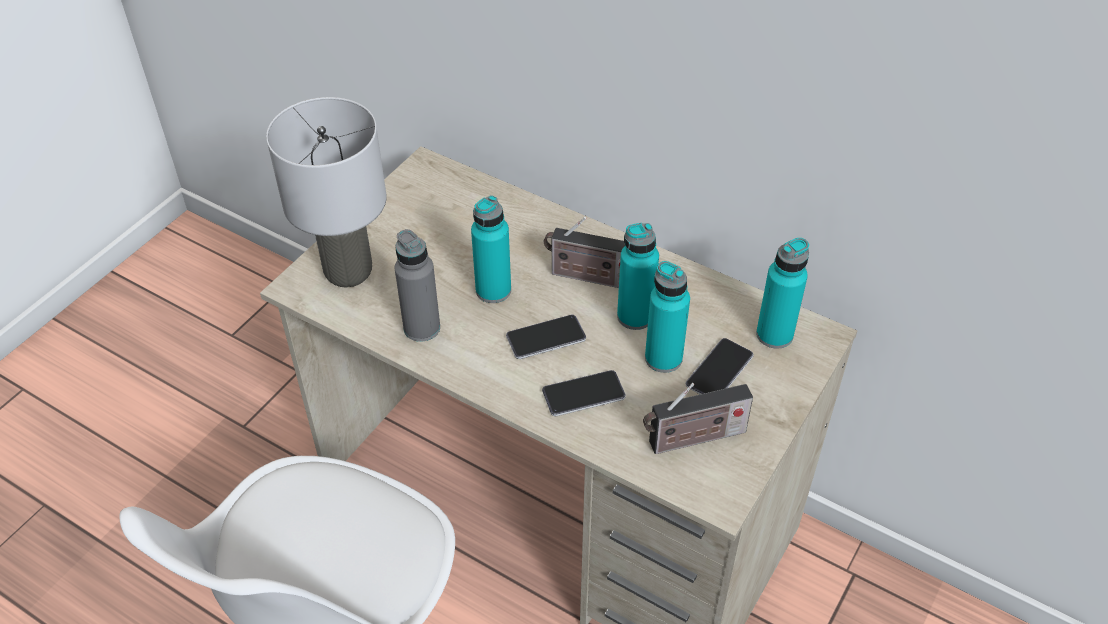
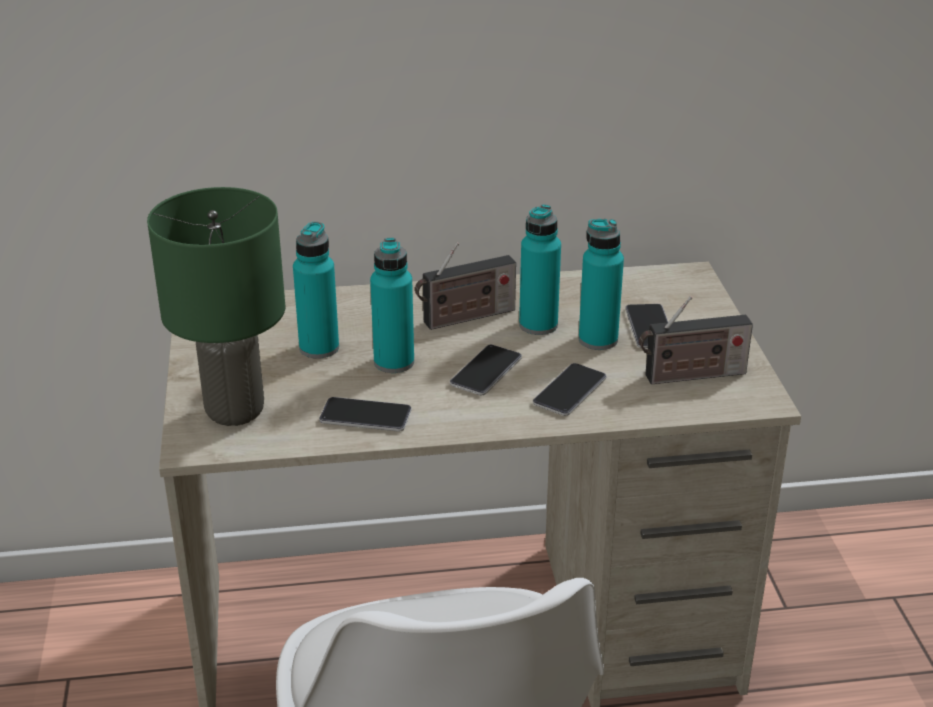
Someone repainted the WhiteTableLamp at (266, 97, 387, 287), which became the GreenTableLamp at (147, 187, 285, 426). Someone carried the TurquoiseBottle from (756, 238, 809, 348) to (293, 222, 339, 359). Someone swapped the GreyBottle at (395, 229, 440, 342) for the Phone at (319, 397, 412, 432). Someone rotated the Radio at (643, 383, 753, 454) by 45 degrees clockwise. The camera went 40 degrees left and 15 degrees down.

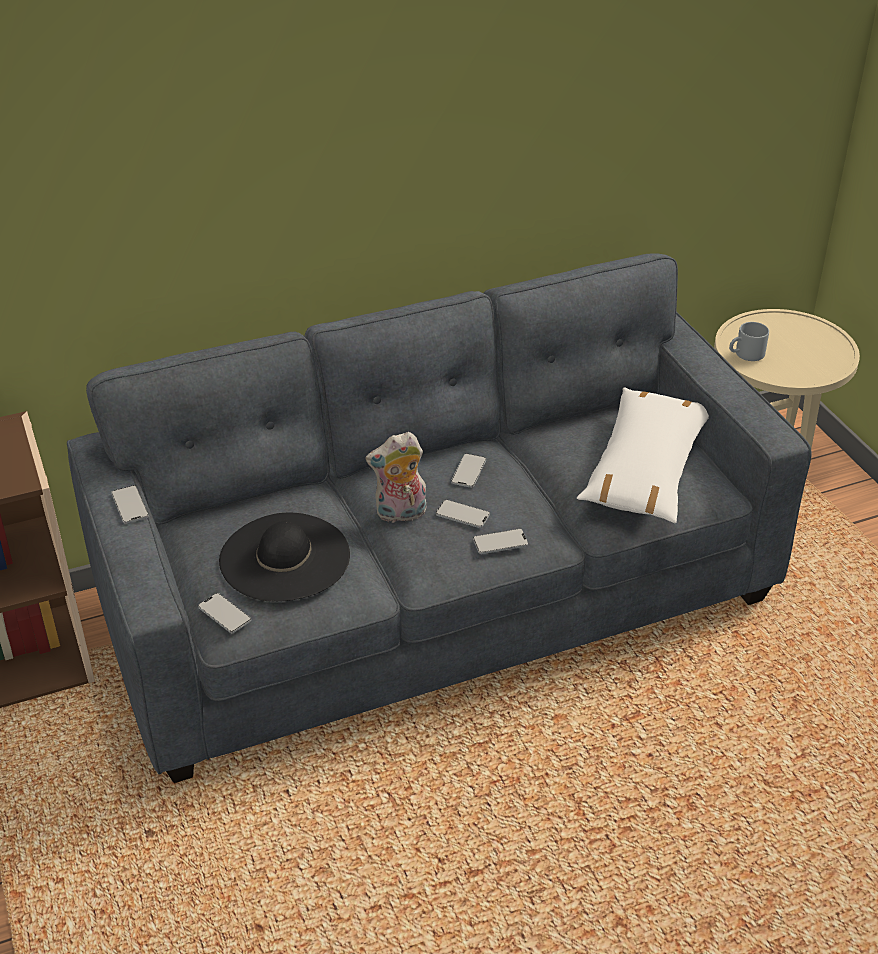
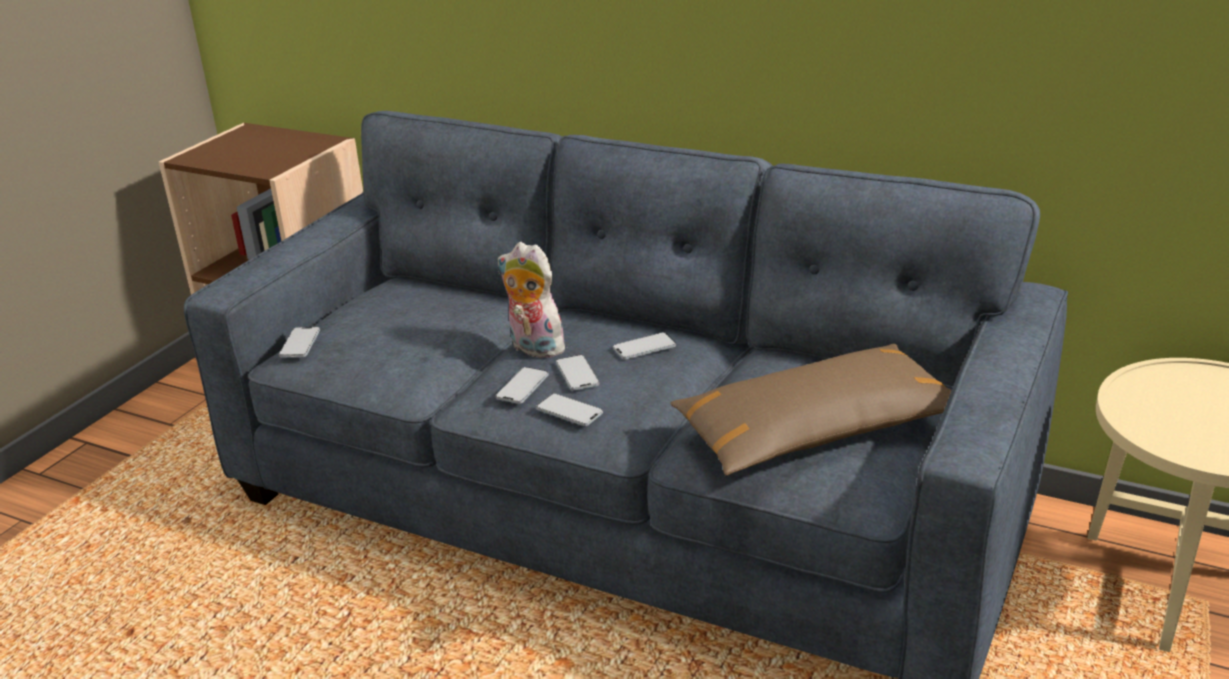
Someone carried the Phone from (111, 485, 149, 524) to (496, 367, 549, 404). Someone repainted the WhitePillow at (577, 388, 709, 523), which became the BrownPillow at (670, 344, 951, 476). Someone took away the BlackHat at (219, 513, 350, 602). Someone took away the GreyMug at (729, 322, 769, 361). The camera went 50 degrees right and 10 degrees down.

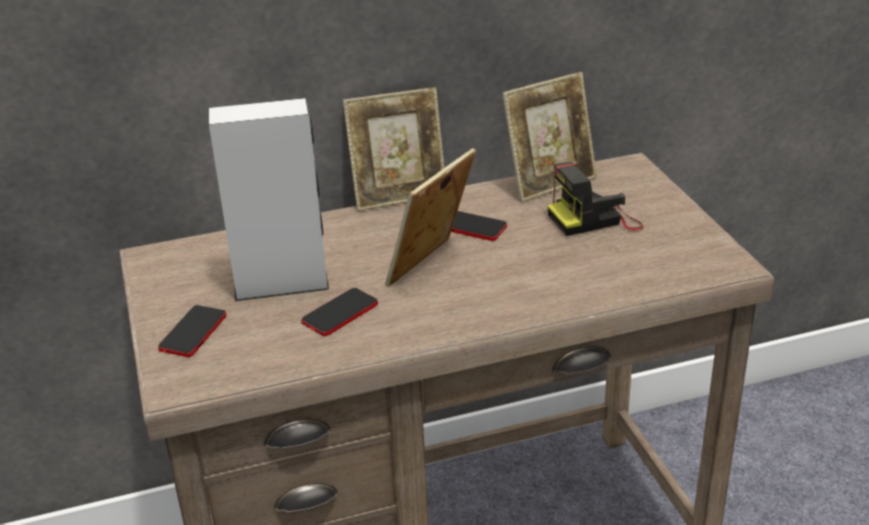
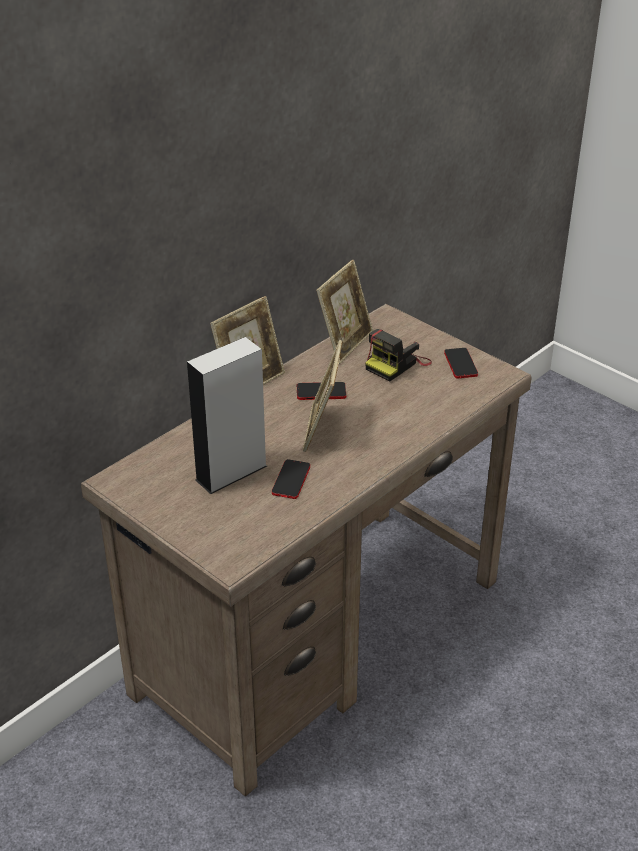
Someone carried the Phone from (158, 305, 226, 357) to (444, 348, 478, 379). The camera went 30 degrees left and 5 degrees up.

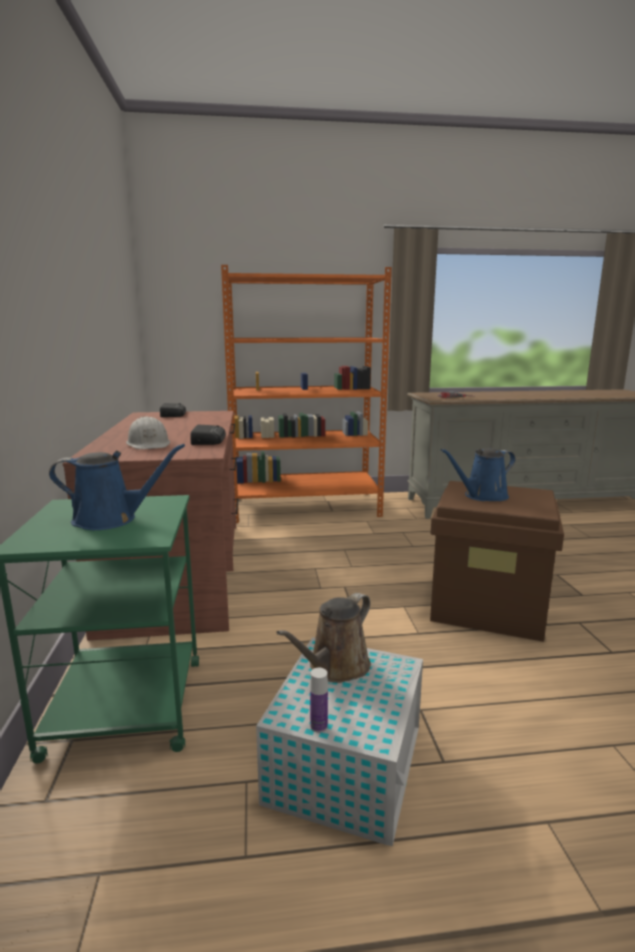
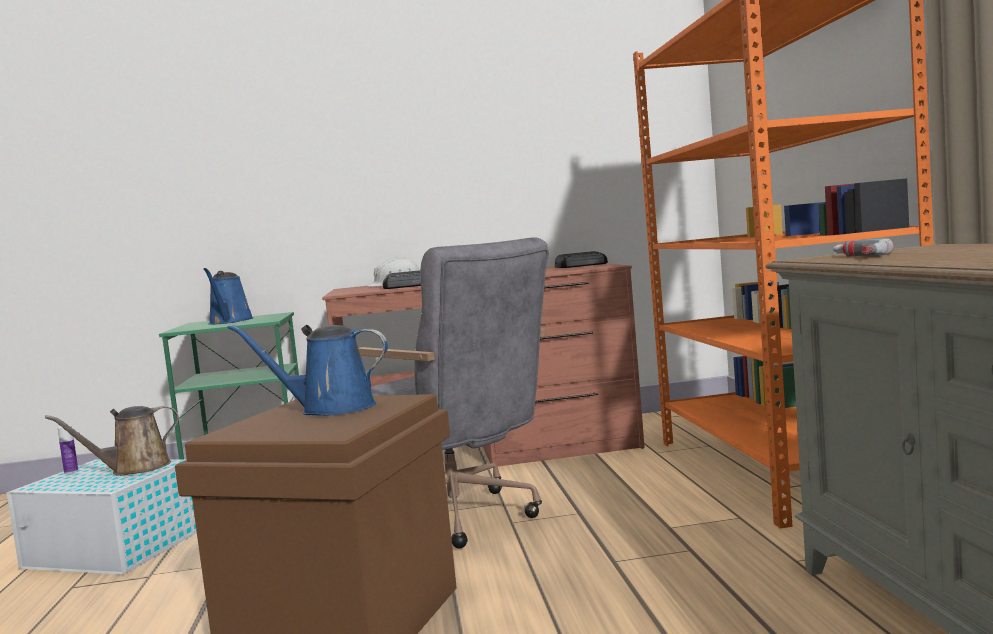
Someone rotated the BrownWateringCan at (276, 593, 371, 683) by 75 degrees counterclockwise. Someone rotated the BlueWateringCan at (441, 448, 516, 501) by 60 degrees counterclockwise. Someone put down the GreyOfficeChair at (358, 237, 549, 549). The camera went 90 degrees right and 10 degrees down.

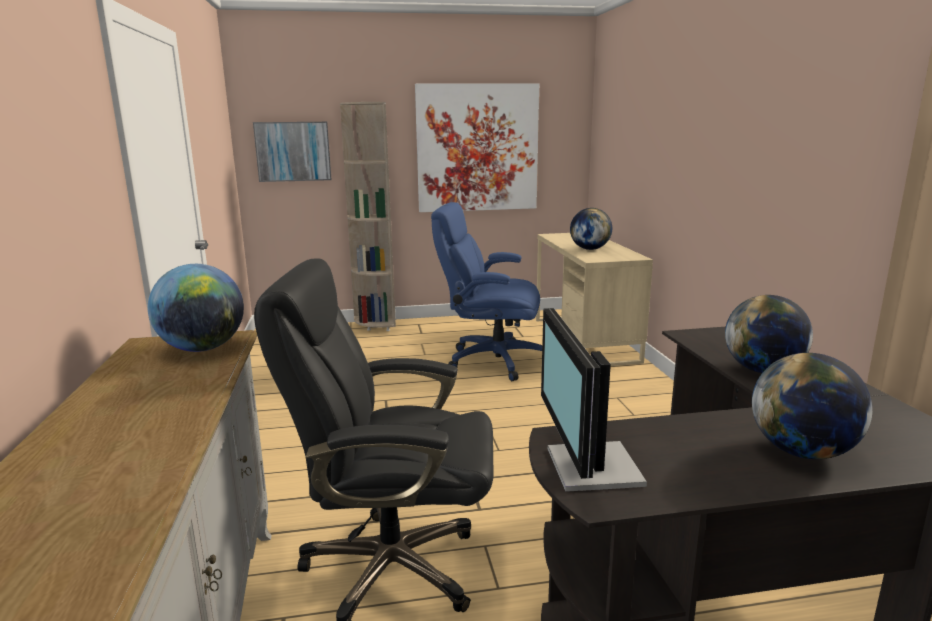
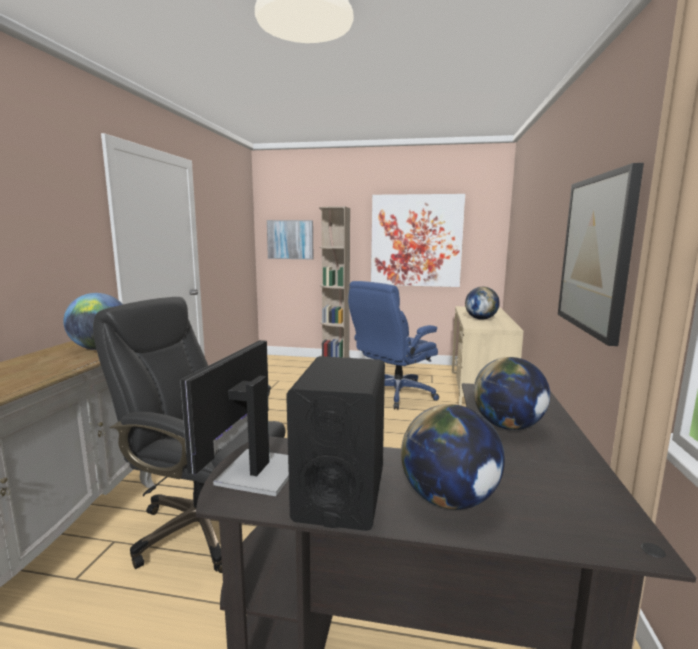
Someone put down the BlackSpeaker at (286, 356, 385, 531). Someone rotated the BlueOfficeChair at (431, 202, 542, 381) by 75 degrees counterclockwise. Someone put up the Picture at (558, 163, 644, 346). The camera went 20 degrees right and 5 degrees down.

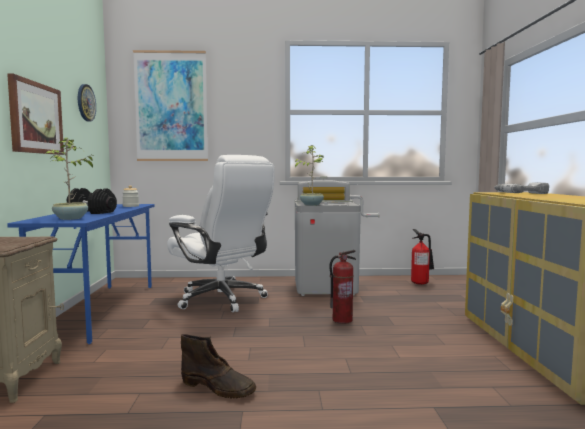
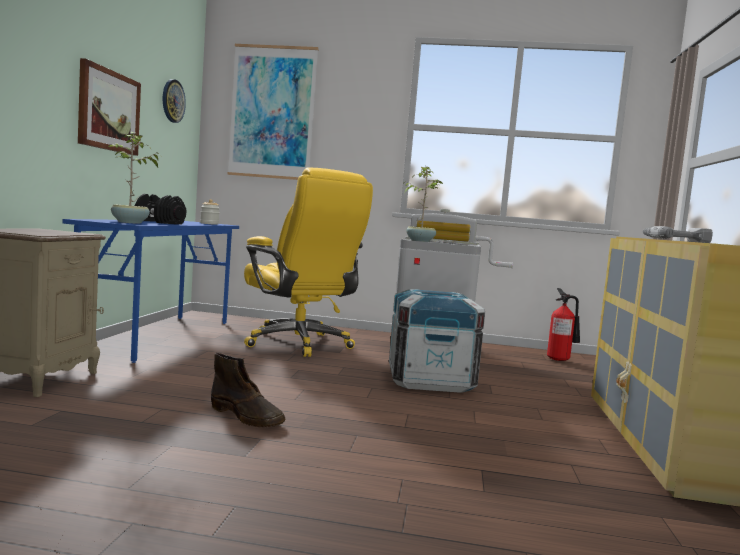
Someone repainted the WhiteOfficeChair at (167, 155, 275, 312), which became the YellowOfficeChair at (244, 167, 373, 357). Someone swapped the FireExtinguisher at (329, 250, 356, 324) for the Crate at (389, 289, 485, 393). The camera went 10 degrees right and 0 degrees up.

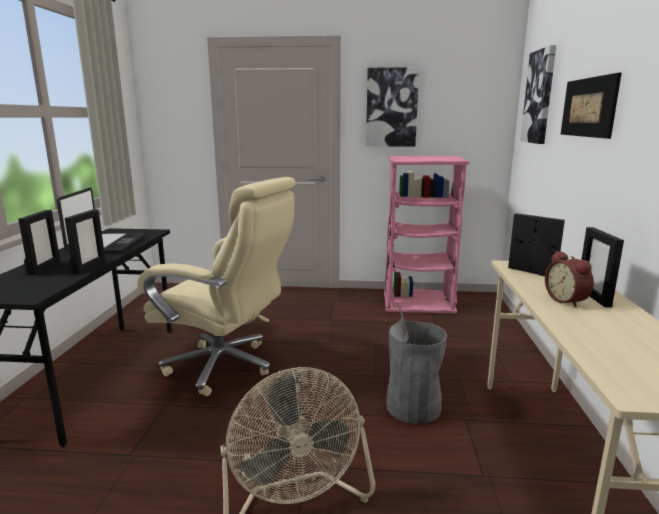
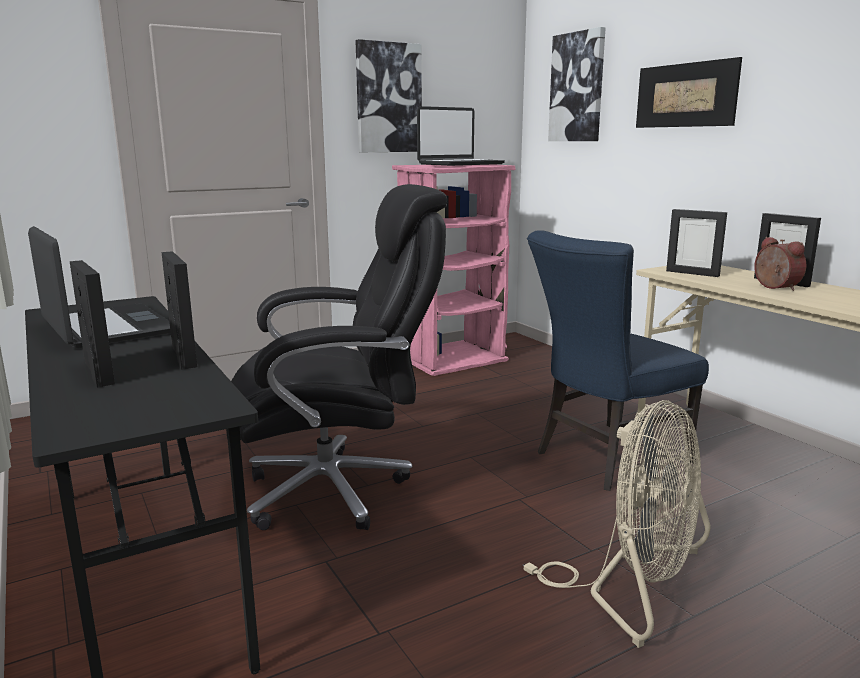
Someone repainted the BeigeOfficeChair at (137, 177, 295, 396), which became the BlackOfficeChair at (231, 184, 447, 530). Someone put down the Laptop at (417, 106, 505, 166). Someone swapped the GreyTrashCan at (386, 303, 447, 424) for the BlueChair at (527, 230, 709, 491). Someone rotated the PictureFrame at (508, 213, 565, 276) by 150 degrees counterclockwise. Someone rotated the AlarmClock at (545, 251, 594, 307) by 150 degrees counterclockwise. The camera went 35 degrees left and 0 degrees up.

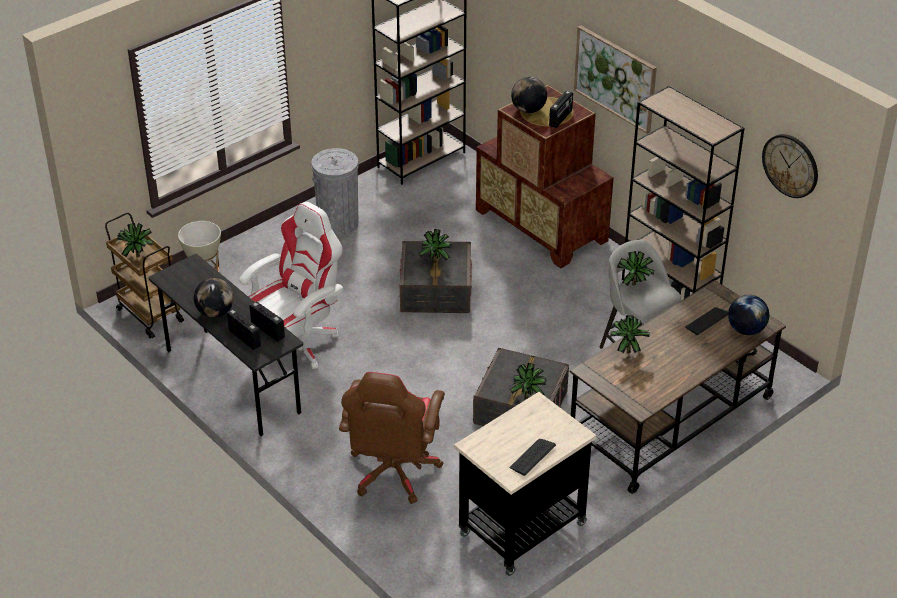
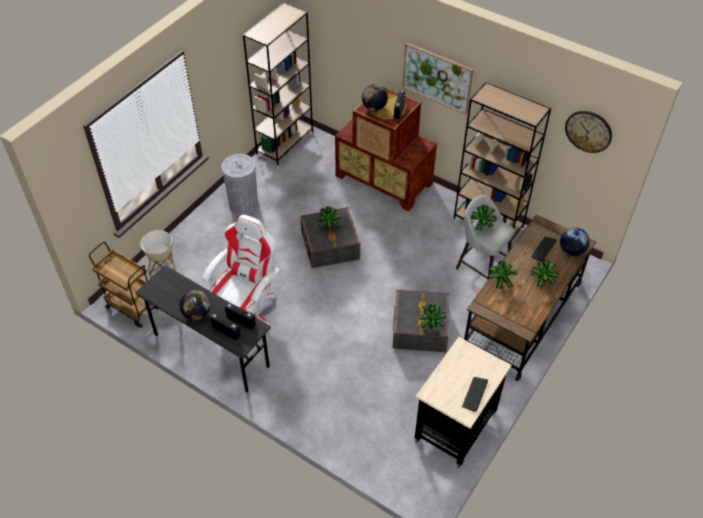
Someone carried the PottedPlant from (117, 223, 154, 257) to (530, 260, 559, 288). Someone took away the BrownOfficeChair at (339, 372, 445, 504). The camera went 15 degrees left and 10 degrees up.

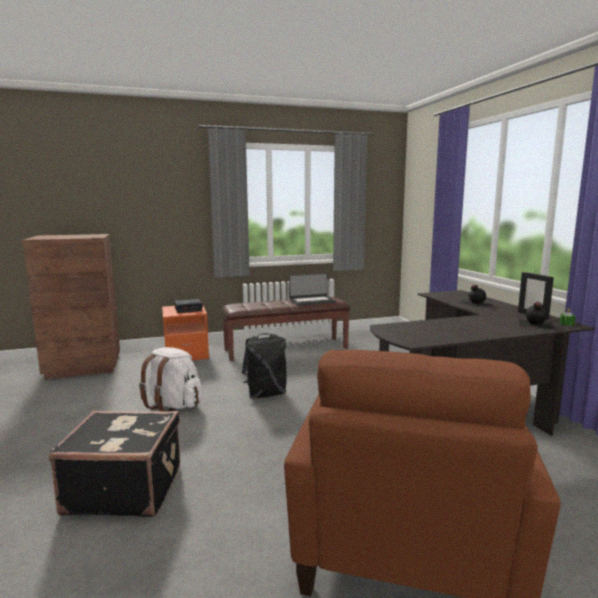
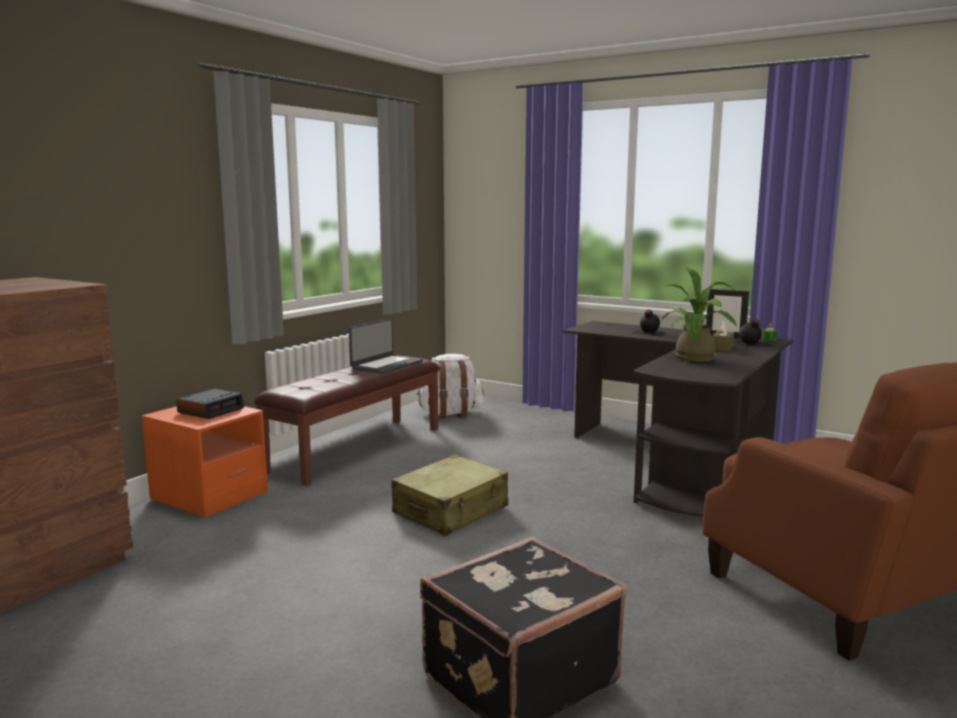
Someone swapped the BlackBackpack at (242, 333, 287, 398) for the BeigeSuitcase at (391, 455, 508, 536). Someone carried the WhiteBackpack from (139, 347, 202, 412) to (417, 354, 484, 419). Someone put down the PottedPlant at (657, 267, 739, 362). Someone put down the BrownTissueBox at (712, 320, 734, 351). The camera went 40 degrees left and 0 degrees up.

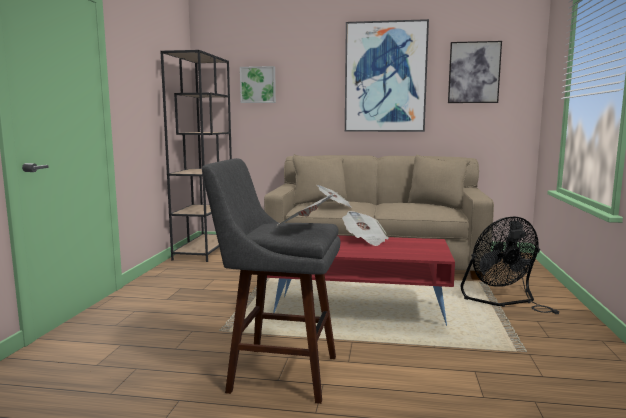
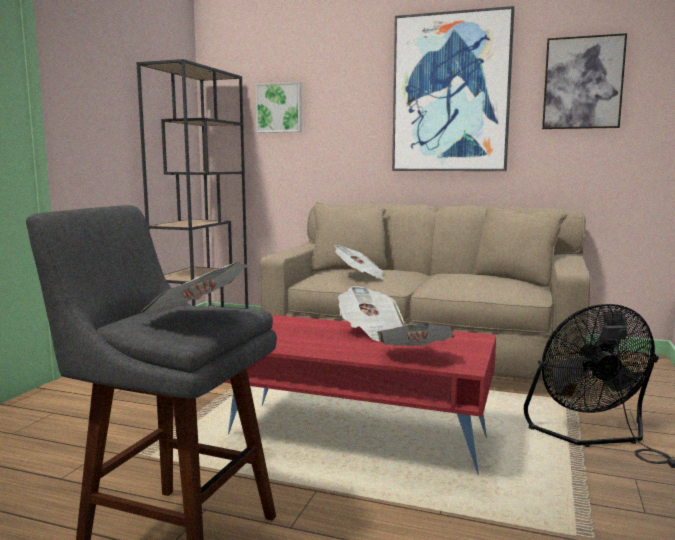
Someone put down the Newspaper at (377, 323, 454, 346). The camera went 10 degrees right and 0 degrees up.

